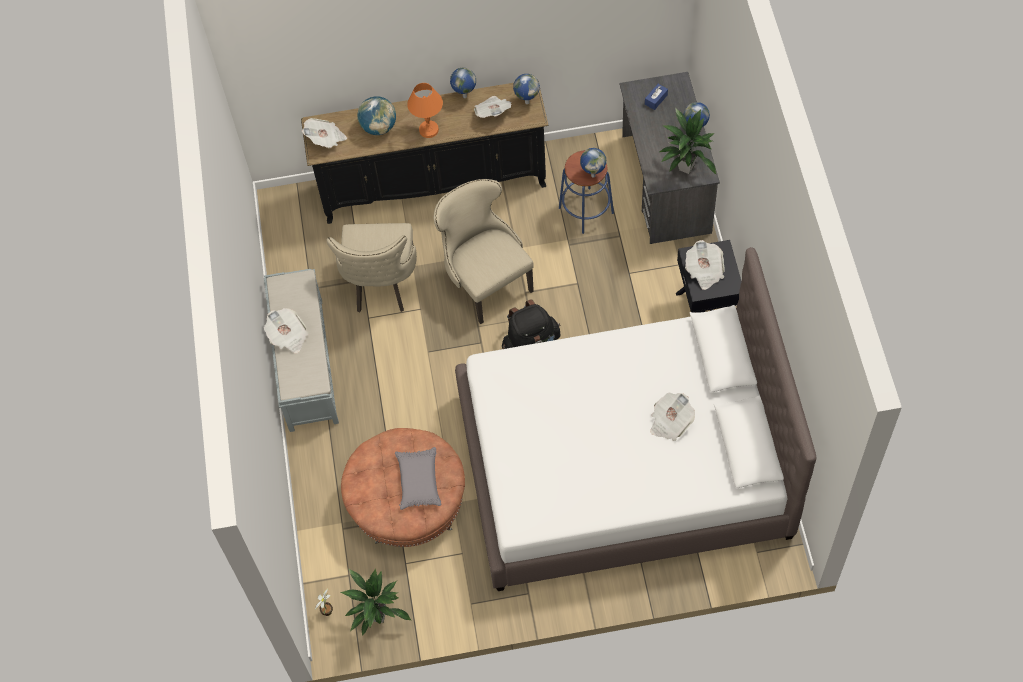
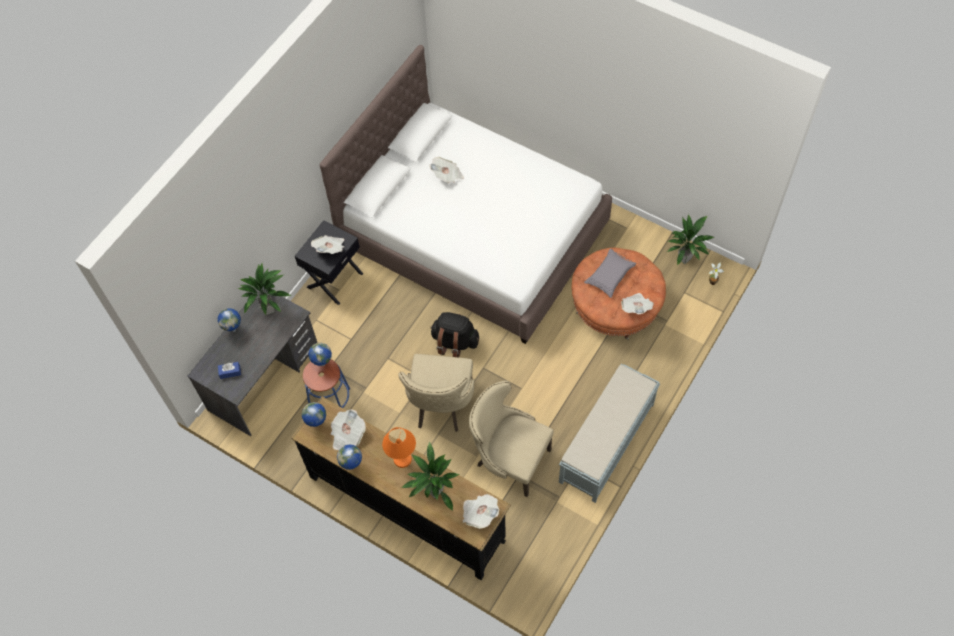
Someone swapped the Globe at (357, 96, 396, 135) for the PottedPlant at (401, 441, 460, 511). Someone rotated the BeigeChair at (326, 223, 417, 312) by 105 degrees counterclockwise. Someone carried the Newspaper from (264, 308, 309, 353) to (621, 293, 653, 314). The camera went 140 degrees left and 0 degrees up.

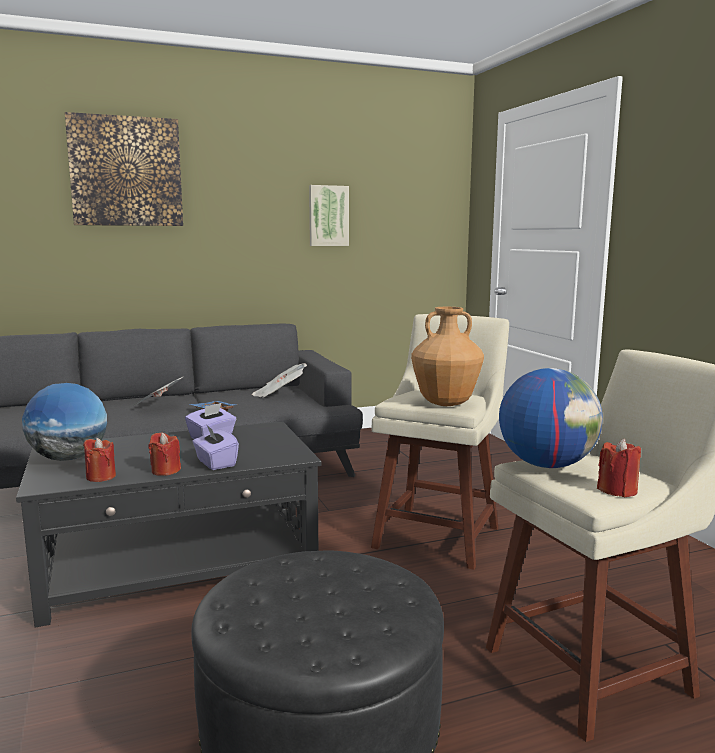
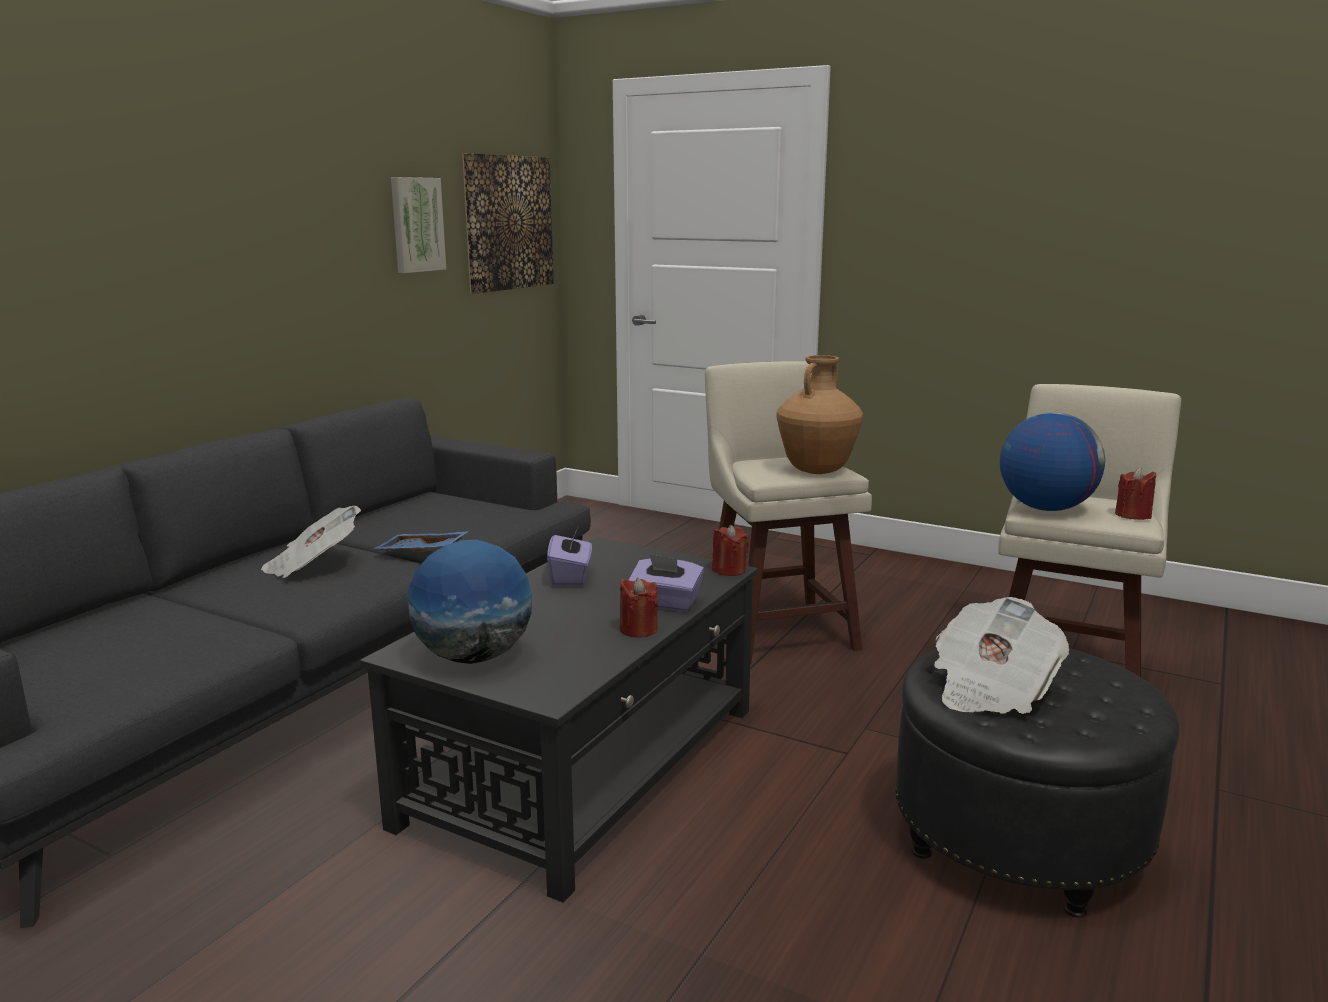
Someone carried the Picture from (65, 112, 183, 226) to (462, 153, 554, 294). Someone carried the RedCandle from (83, 438, 116, 482) to (712, 525, 749, 576). Someone carried the Newspaper from (252, 363, 307, 397) to (934, 597, 1069, 714). The camera went 40 degrees left and 5 degrees up.

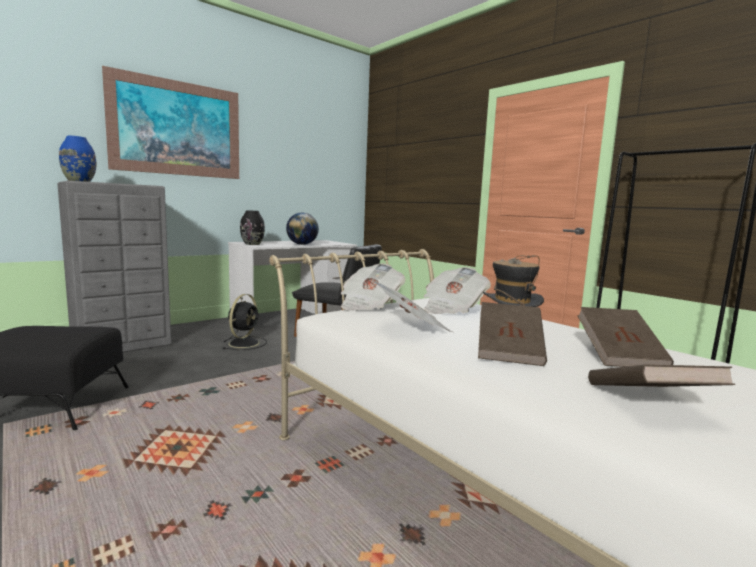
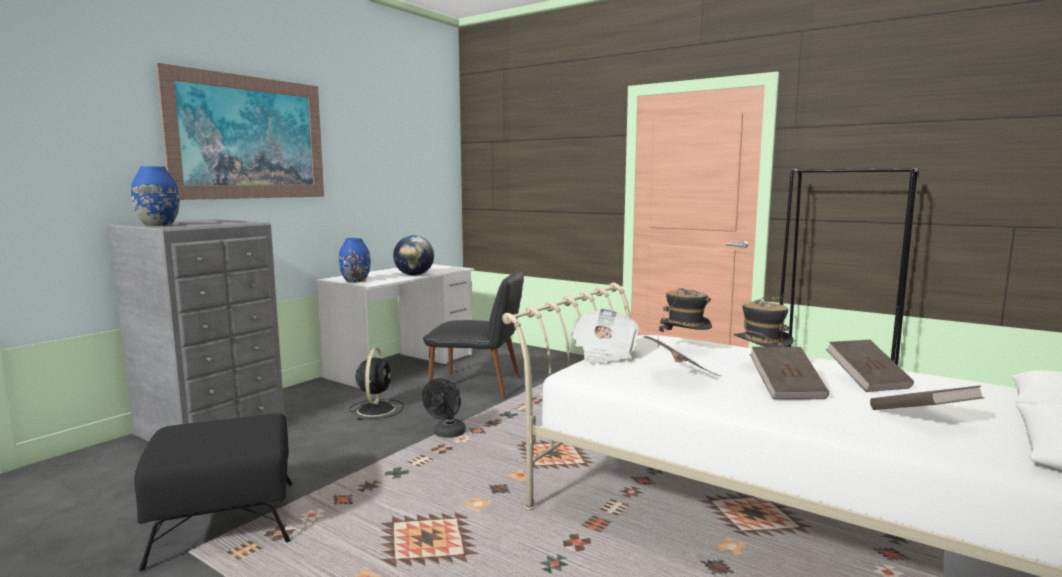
Someone repainted the BlackVase at (240, 210, 265, 245), which became the BlueVase at (339, 238, 371, 283). Someone put down the BlackFan at (422, 378, 466, 438). Someone swapped the Newspaper at (424, 267, 491, 314) for the Hat at (658, 288, 712, 347). The camera went 15 degrees left and 0 degrees up.

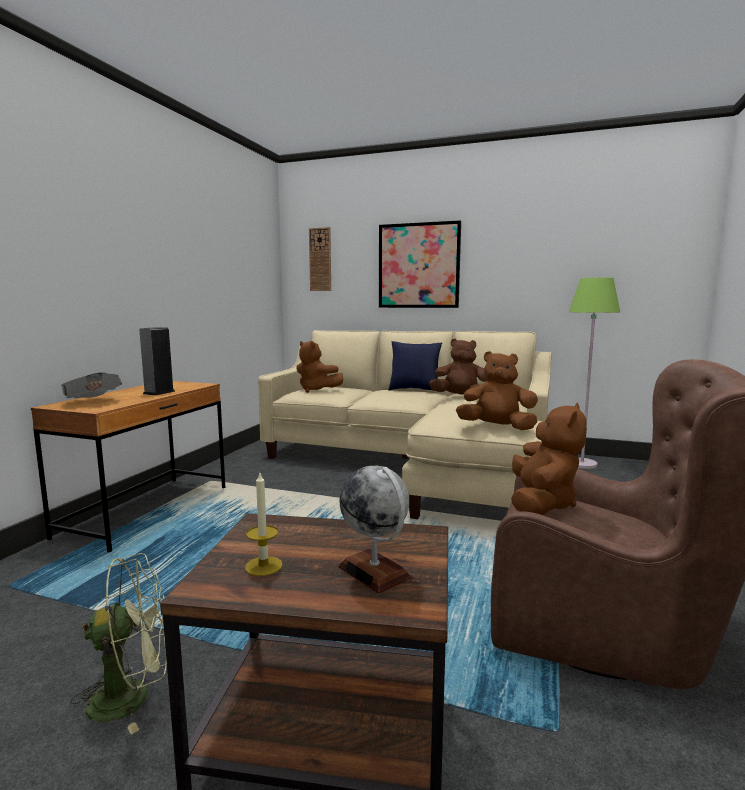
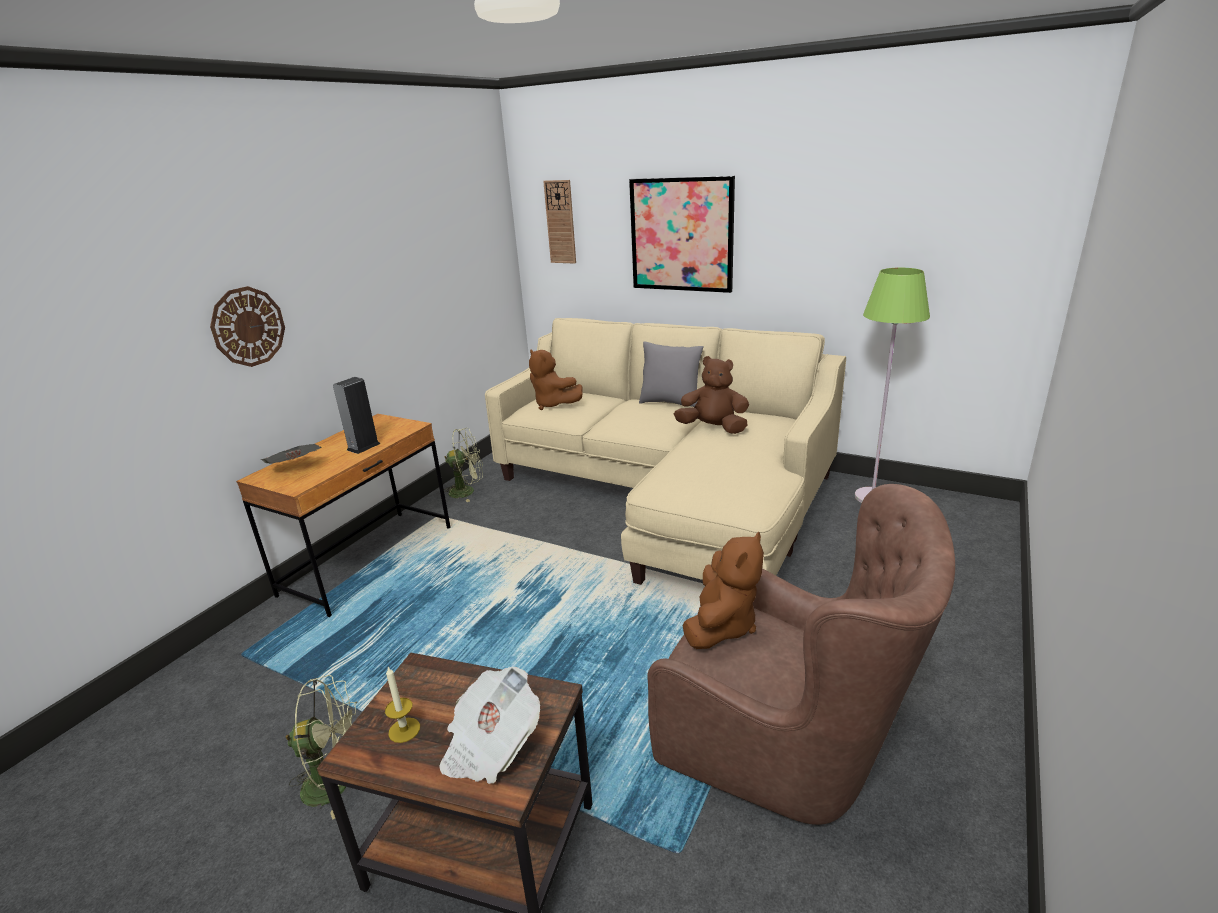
Someone put up the WallClock at (210, 286, 285, 367). Someone swapped the Globe at (339, 466, 411, 593) for the Newspaper at (439, 667, 540, 784). Someone put down the GreenFan at (444, 428, 483, 502). Someone repainted the BluePillow at (388, 341, 442, 392), which became the GreyPillow at (639, 341, 704, 407). Someone took away the BrownPlushToy at (456, 351, 538, 430). The camera went 10 degrees right and 15 degrees up.

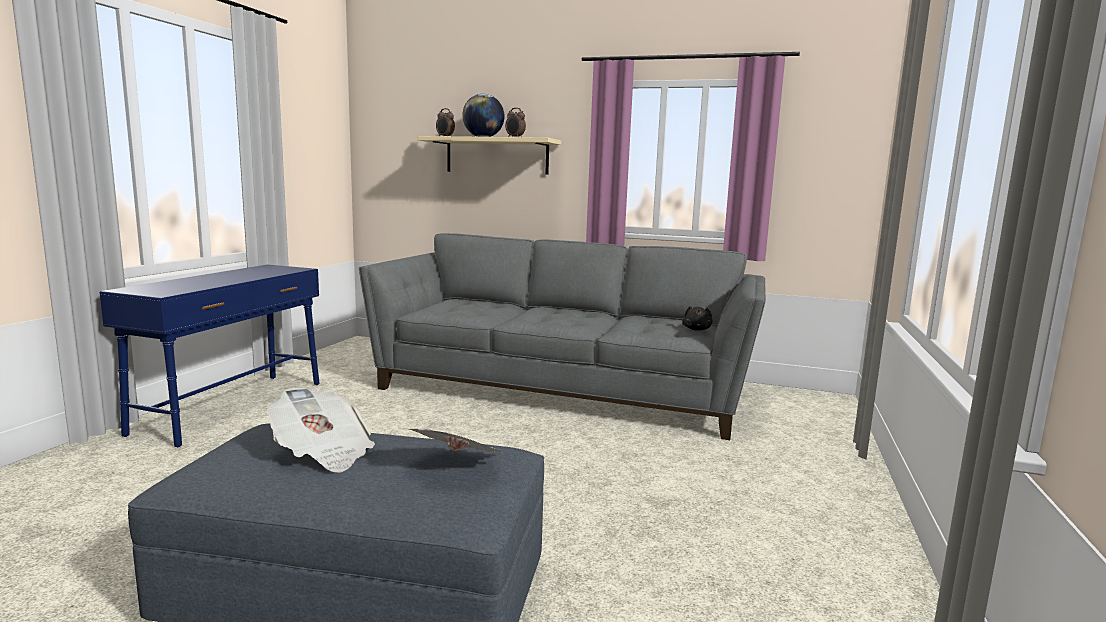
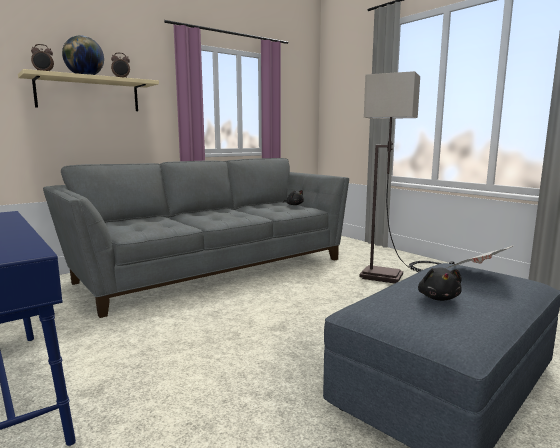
Someone put down the FloorLamp at (359, 71, 455, 284). Someone swapped the Newspaper at (267, 387, 375, 473) for the BlackPlushToy at (418, 267, 462, 301). The camera went 55 degrees left and 0 degrees up.

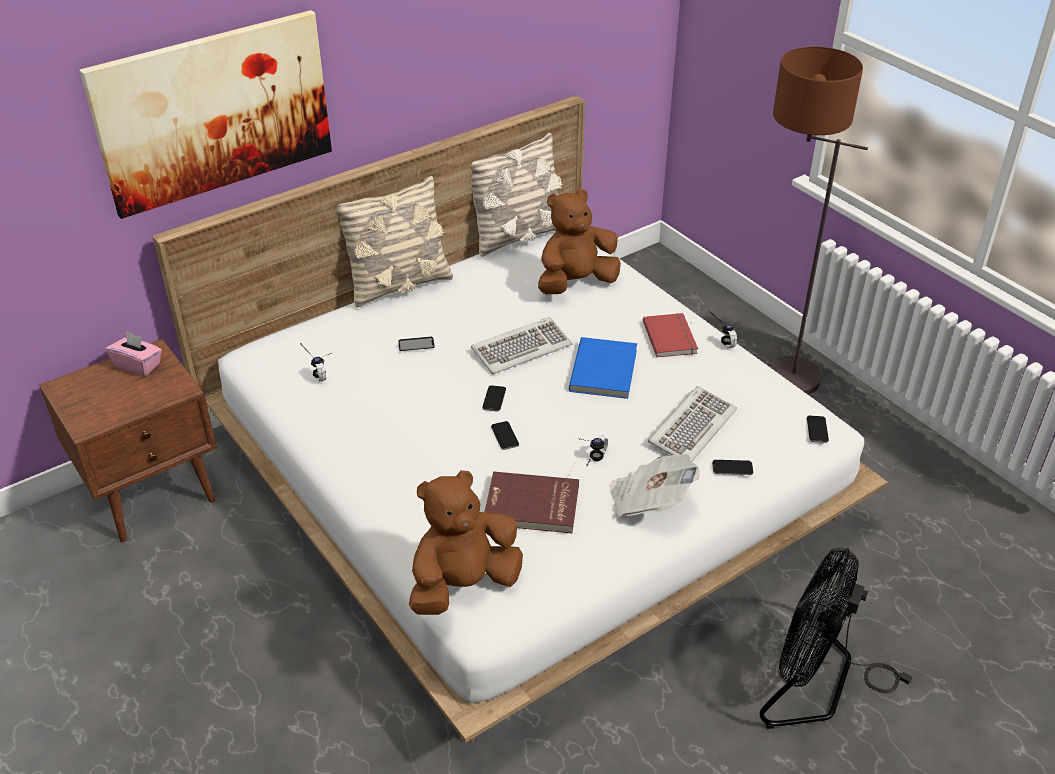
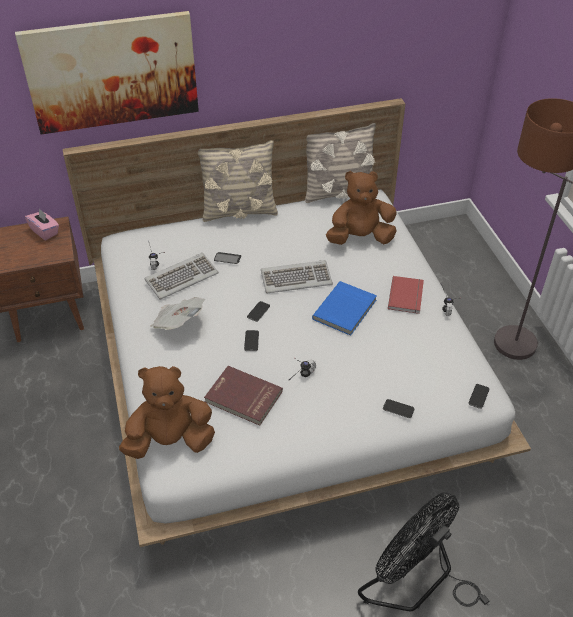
Someone carried the Keyboard from (648, 386, 737, 462) to (144, 253, 219, 299). Someone carried the Newspaper from (609, 454, 699, 516) to (150, 297, 205, 330). The camera went 20 degrees right and 5 degrees up.

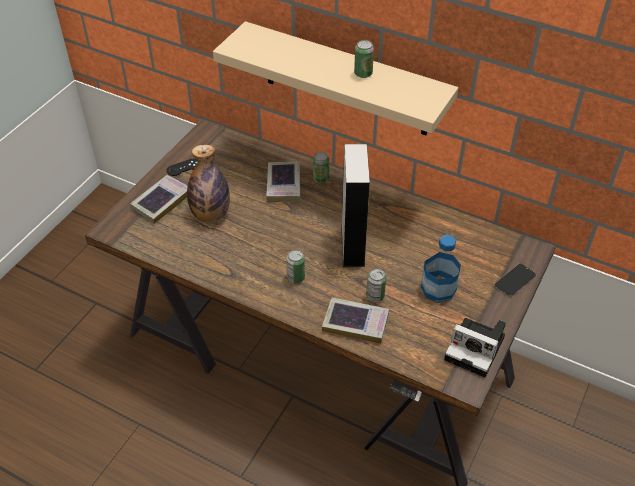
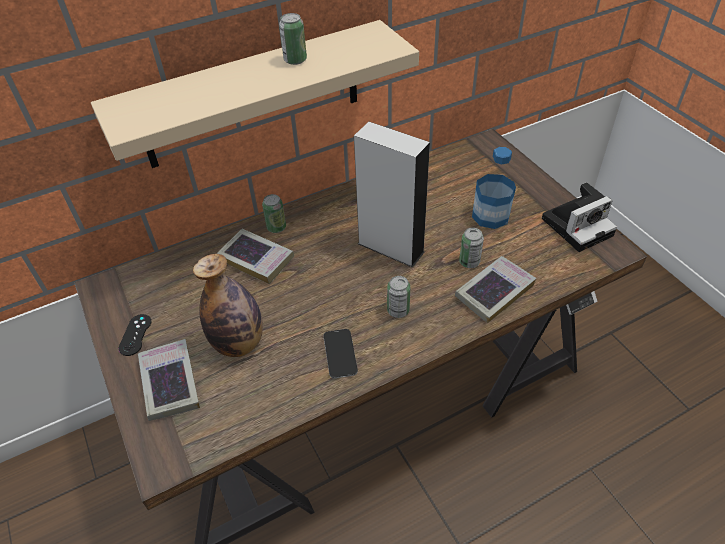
Someone carried the Phone from (495, 264, 536, 297) to (323, 329, 358, 379). The camera went 55 degrees left and 0 degrees up.

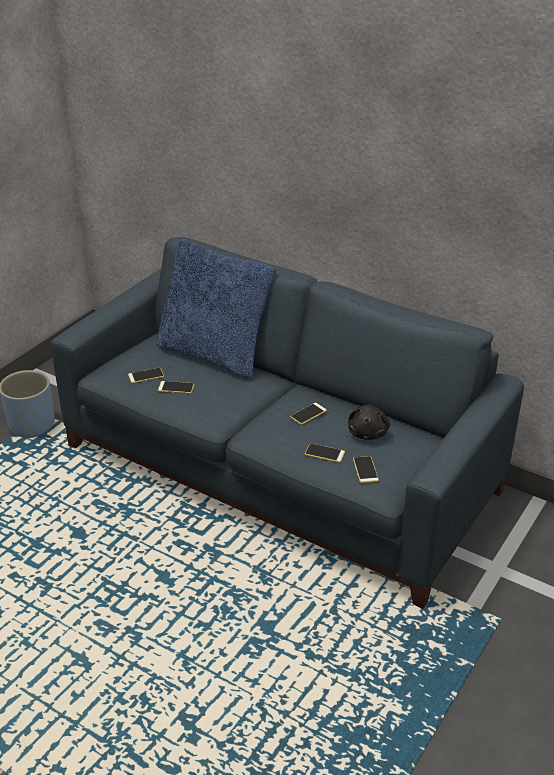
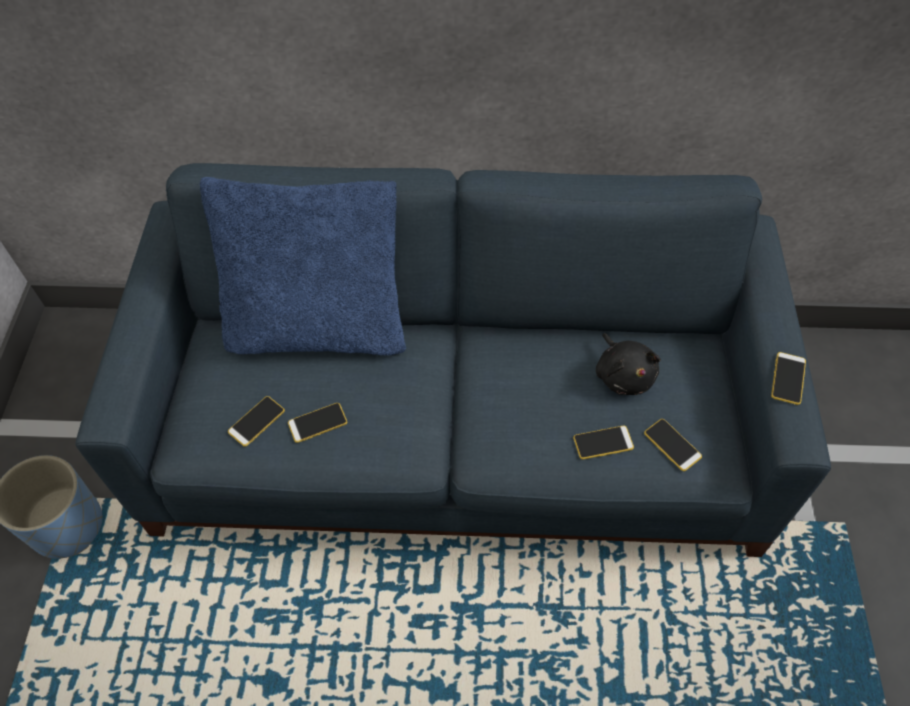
Someone carried the Phone from (290, 403, 327, 425) to (771, 352, 806, 405). The camera went 30 degrees left and 20 degrees up.

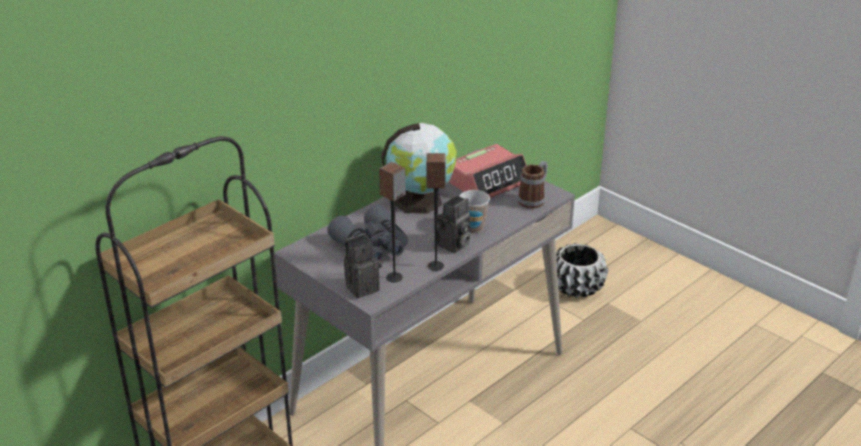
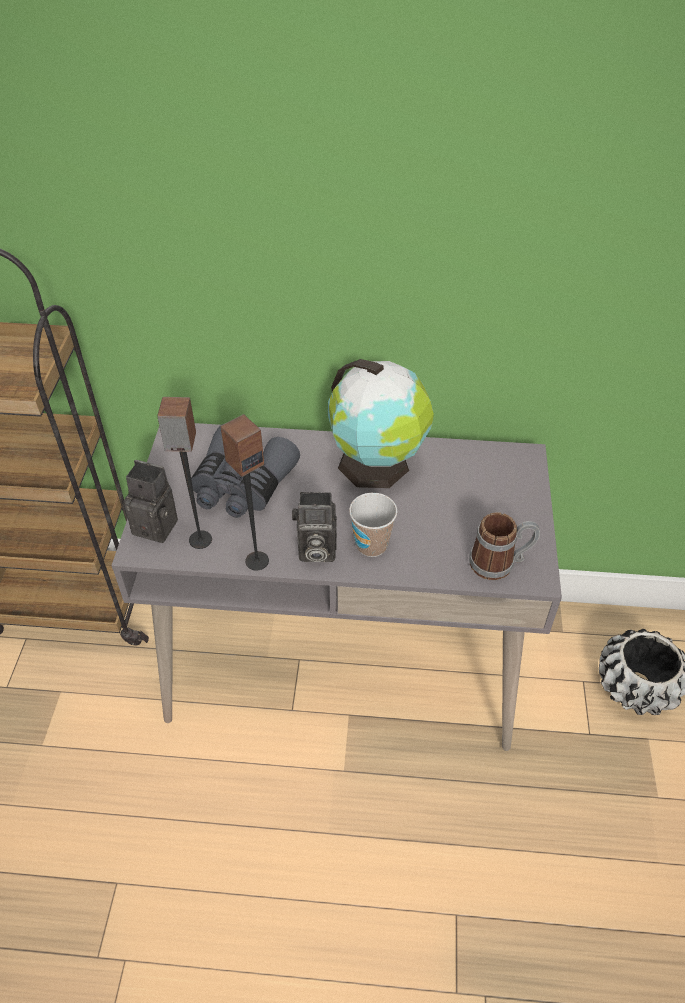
Someone took away the AlarmClock at (449, 144, 526, 198). The camera went 50 degrees right and 15 degrees up.

